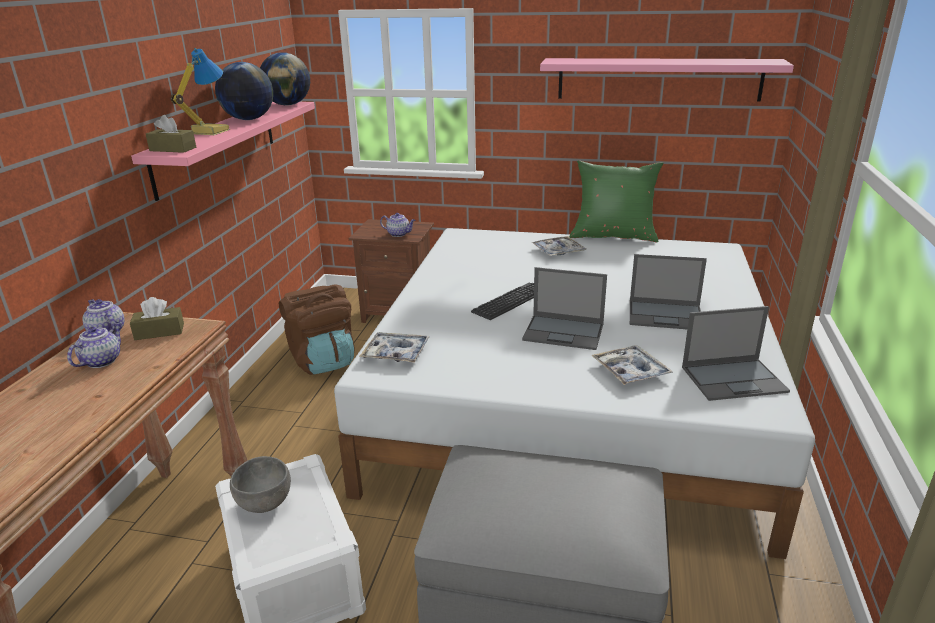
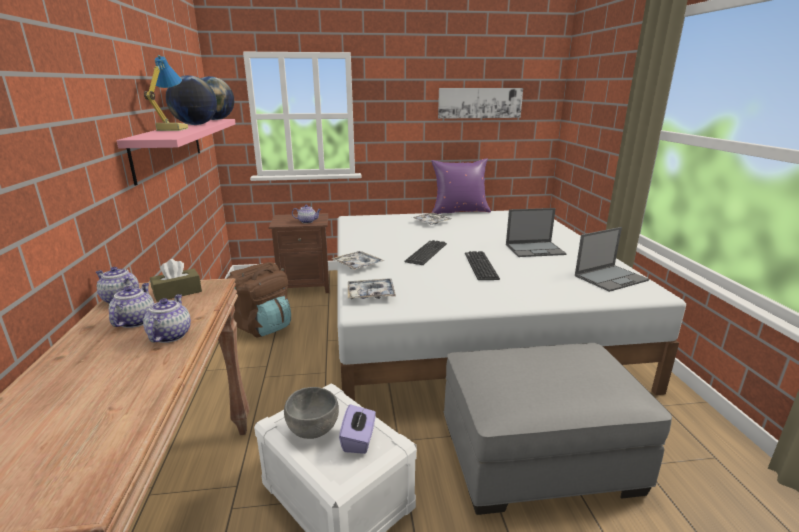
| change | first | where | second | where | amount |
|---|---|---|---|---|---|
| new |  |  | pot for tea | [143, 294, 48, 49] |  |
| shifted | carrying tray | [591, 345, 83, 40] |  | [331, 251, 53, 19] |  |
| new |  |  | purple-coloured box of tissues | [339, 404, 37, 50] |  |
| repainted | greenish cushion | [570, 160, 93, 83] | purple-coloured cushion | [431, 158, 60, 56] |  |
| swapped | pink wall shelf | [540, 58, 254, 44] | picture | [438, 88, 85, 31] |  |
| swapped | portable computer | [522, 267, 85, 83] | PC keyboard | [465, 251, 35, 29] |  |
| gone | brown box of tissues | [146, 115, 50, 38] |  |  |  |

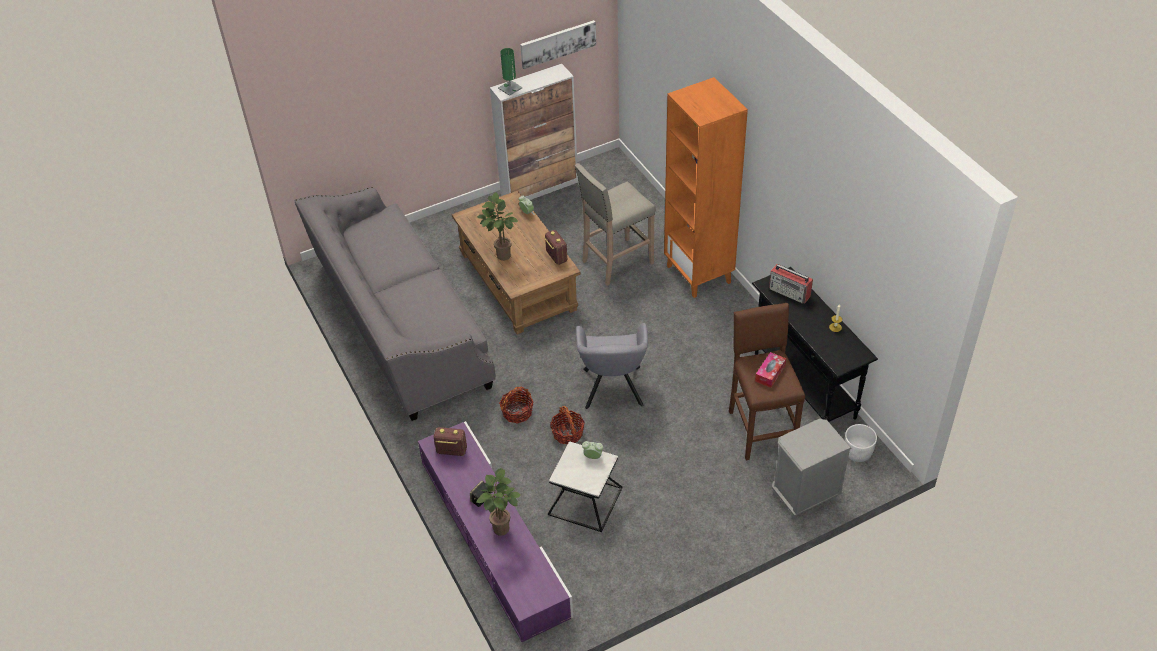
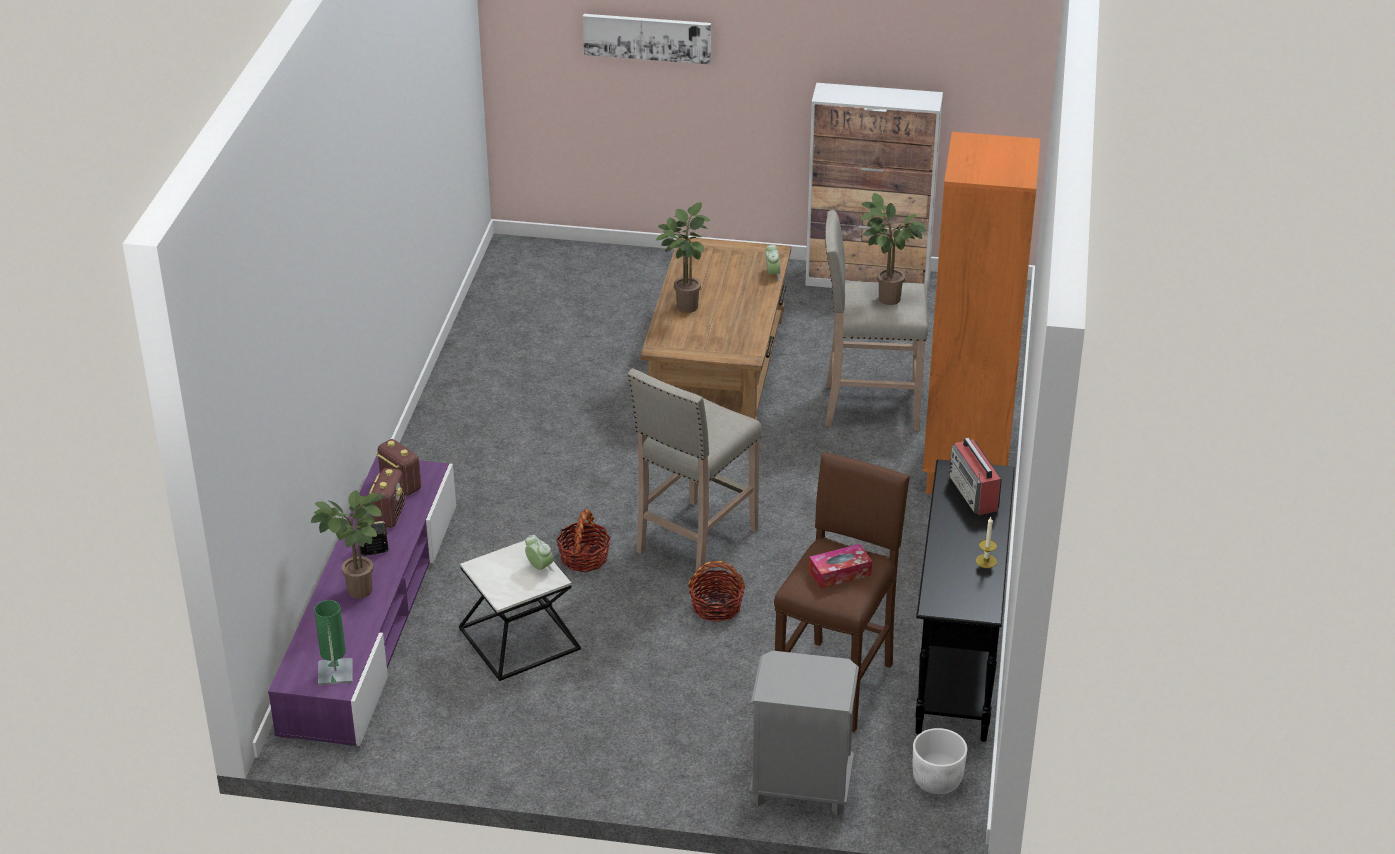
| change | first | where | second | where | amount |
|---|---|---|---|---|---|
| shifted | greenish table lamp | [498, 48, 24, 48] |  | [314, 600, 39, 85] |  |
| shifted | radio set | [544, 230, 23, 35] |  | [369, 468, 36, 60] |  |
| shifted | picture | [520, 20, 76, 49] |  | [583, 14, 128, 51] |  |
| swapped | greyish easy chair | [576, 323, 72, 86] | beige-coloured stool seat | [628, 368, 134, 211] |  |
| shifted | household basket | [499, 387, 34, 37] |  | [688, 561, 57, 61] |  |
| new |  |  | potted plant | [861, 193, 65, 112] |  |
| gone | greyish settee | [295, 187, 201, 234] |  |  |  |

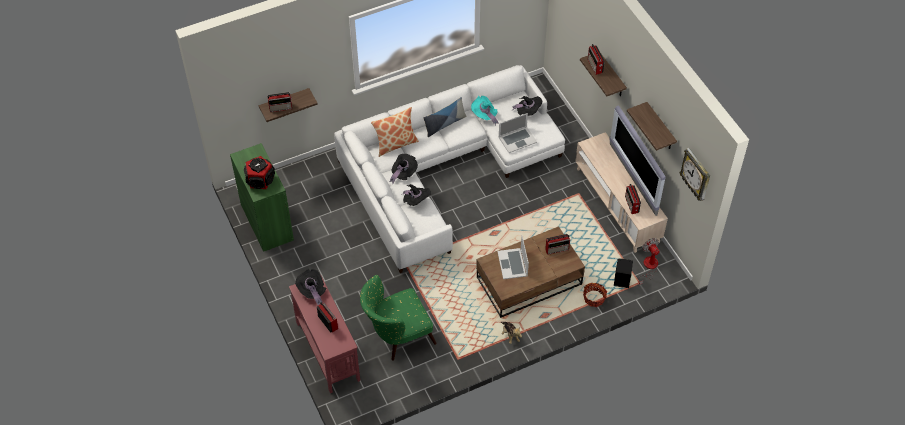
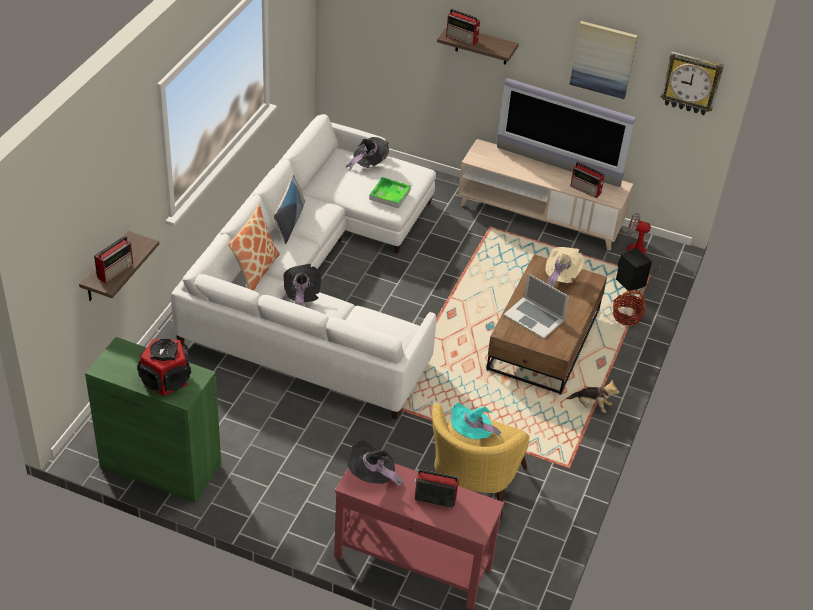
| change | first | where | second | where | amount |
|---|---|---|---|---|---|
| swapped | portable computer | [499, 113, 38, 40] | carrying tray | [369, 177, 42, 32] |  |
| repainted | greenish easy chair | [360, 275, 76, 86] | yellowish easy chair | [432, 403, 98, 117] |  |
| shifted | turquoise-coloured hat | [471, 96, 28, 30] |  | [451, 403, 51, 37] |  |
| swapped | radio set | [545, 234, 25, 21] | beige-coloured hat | [545, 247, 40, 40] |  |
| swapped | wall shelf | [627, 102, 50, 49] | picture | [570, 21, 68, 78] |  |
| gone | blackish hat | [401, 184, 30, 22] |  |  |  |

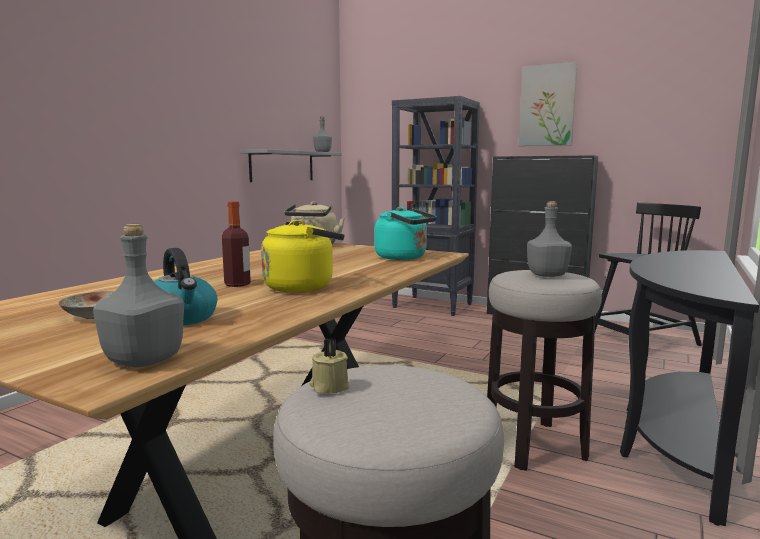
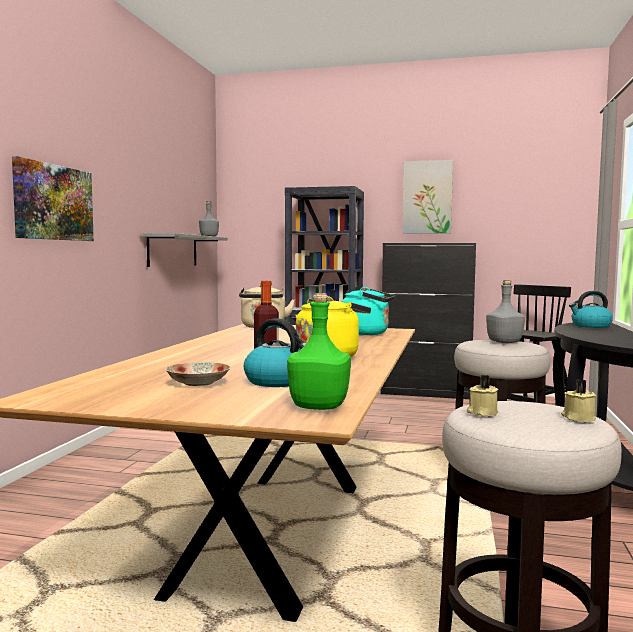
| change | first | where | second | where | amount |
|---|---|---|---|---|---|
| new |  |  | picture | [12, 156, 82, 85] |  |
| repainted | greyish bottle | [93, 224, 91, 143] | greenish bottle | [287, 293, 64, 117] |  |
| new |  |  | beige-coloured wax candle | [561, 379, 35, 43] |  |
| new |  |  | kettle | [569, 291, 44, 37] |  |

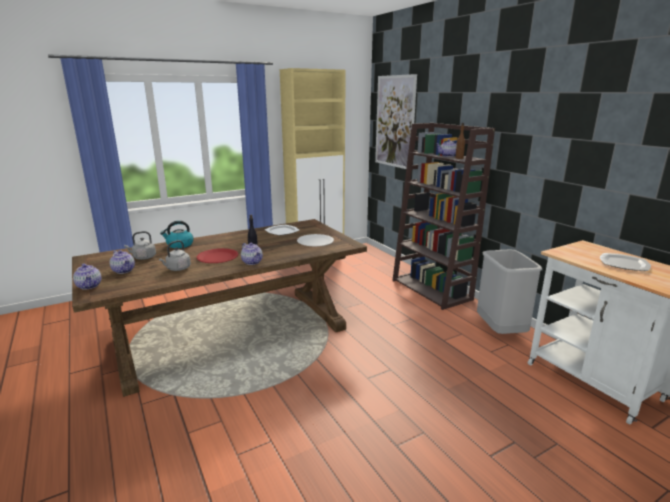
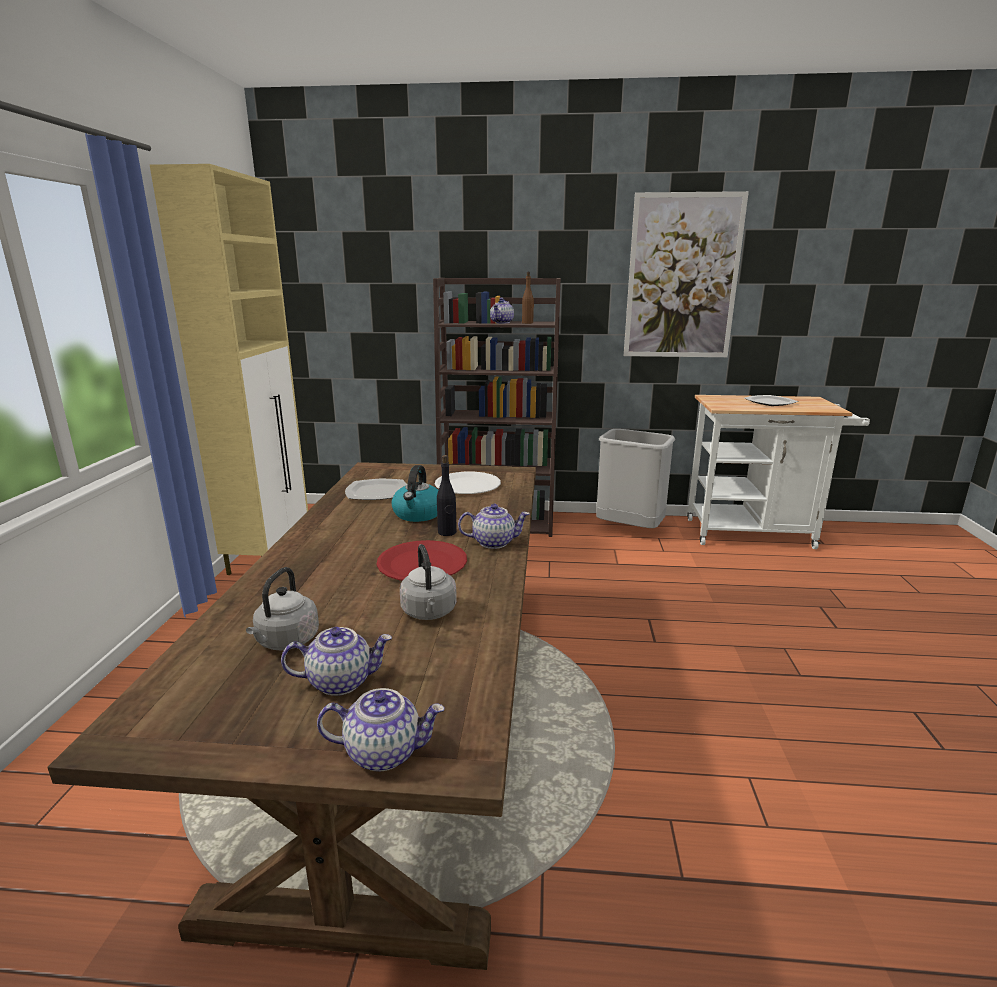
| change | first | where | second | where | amount |
|---|---|---|---|---|---|
| shifted | kettle | [160, 221, 33, 27] |  | [391, 465, 47, 57] |  |
| shifted | picture | [375, 74, 42, 95] |  | [624, 191, 125, 166] |  |

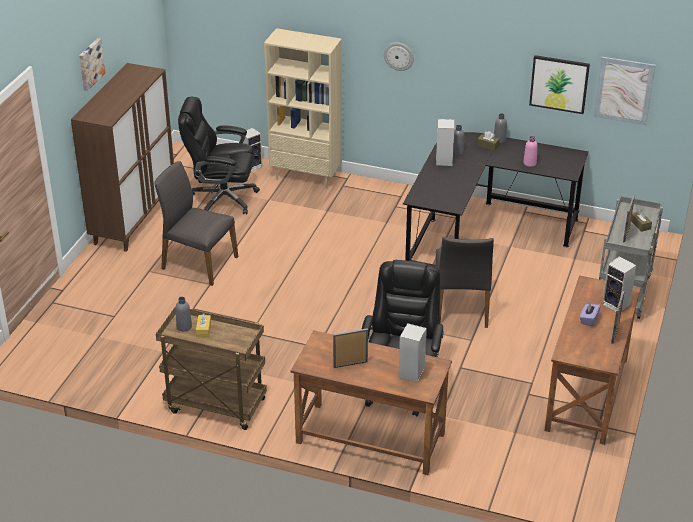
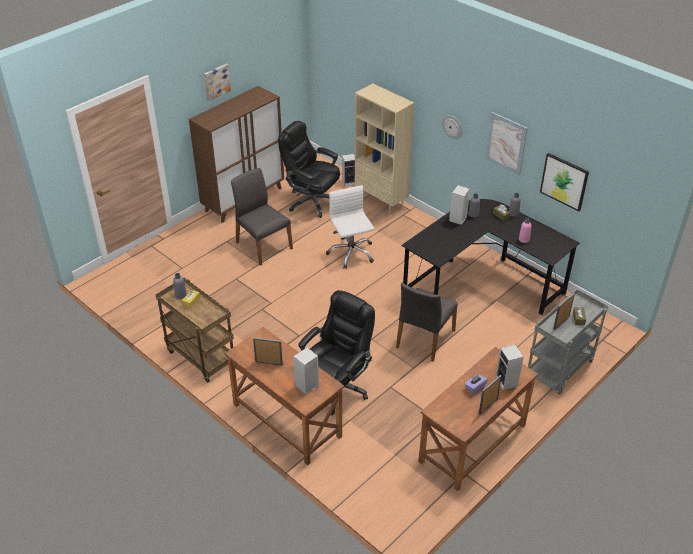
| change | first | where | second | where | amount |
|---|---|---|---|---|---|
| new |  |  | white-coloured computer chair | [326, 185, 49, 84] |  |
| shifted | picture | [594, 57, 62, 68] |  | [485, 112, 43, 63] |  |

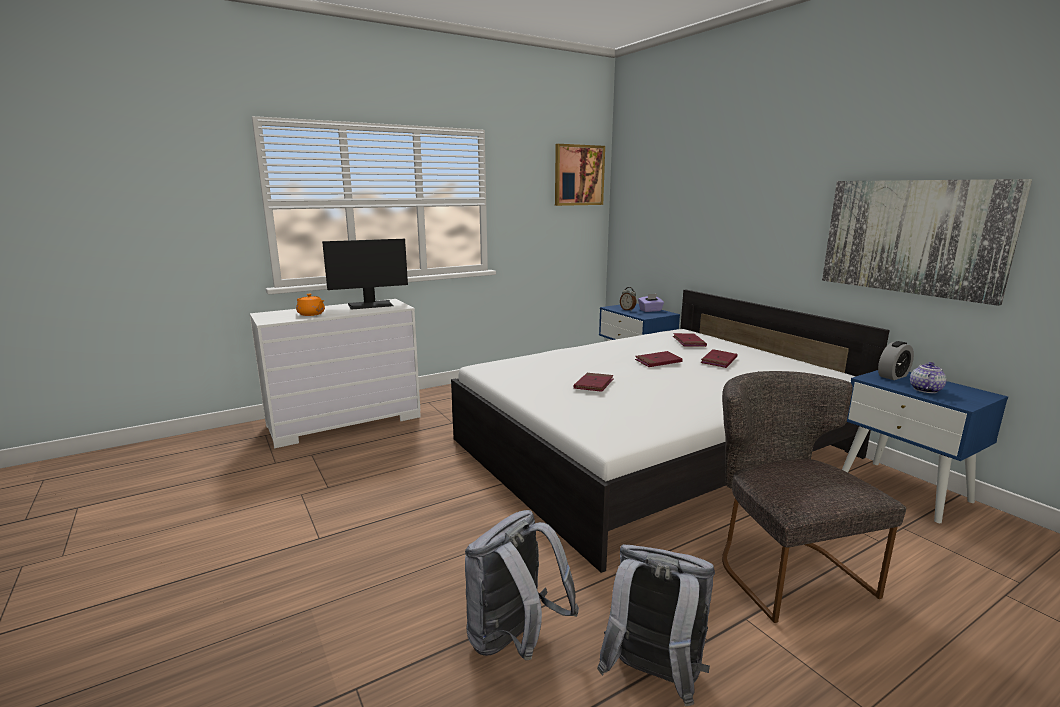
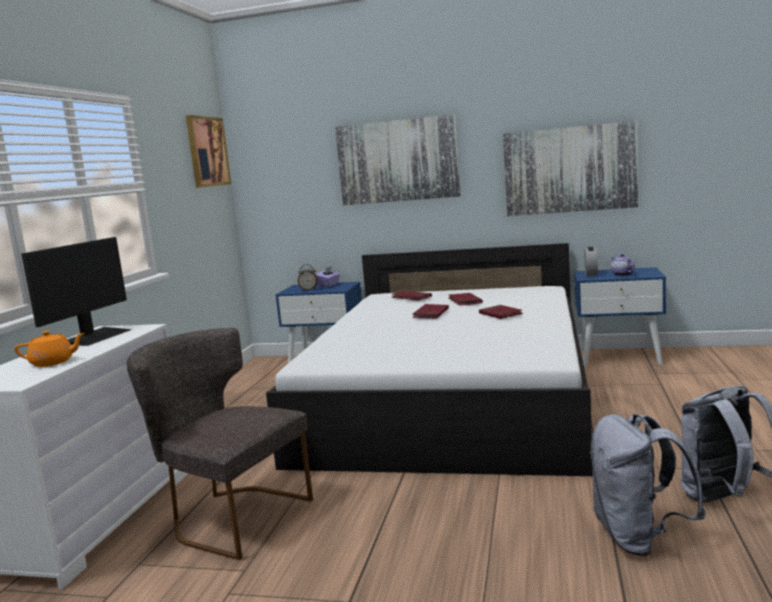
| change | first | where | second | where | amount |
|---|---|---|---|---|---|
| shifted | greyish chair | [722, 371, 184, 252] |  | [127, 328, 186, 232] |  |
| new |  |  | picture | [335, 114, 126, 91] |  |
| shifted | reddish volume | [574, 373, 40, 19] |  | [479, 305, 44, 14] |  |

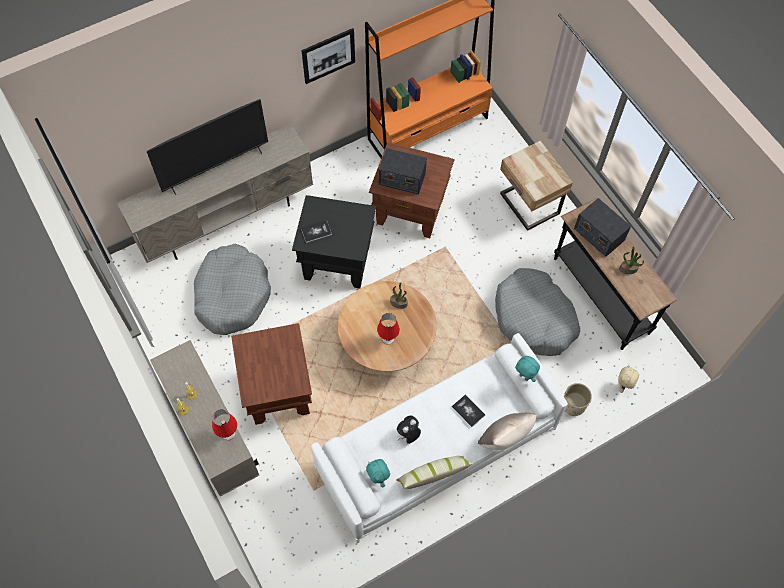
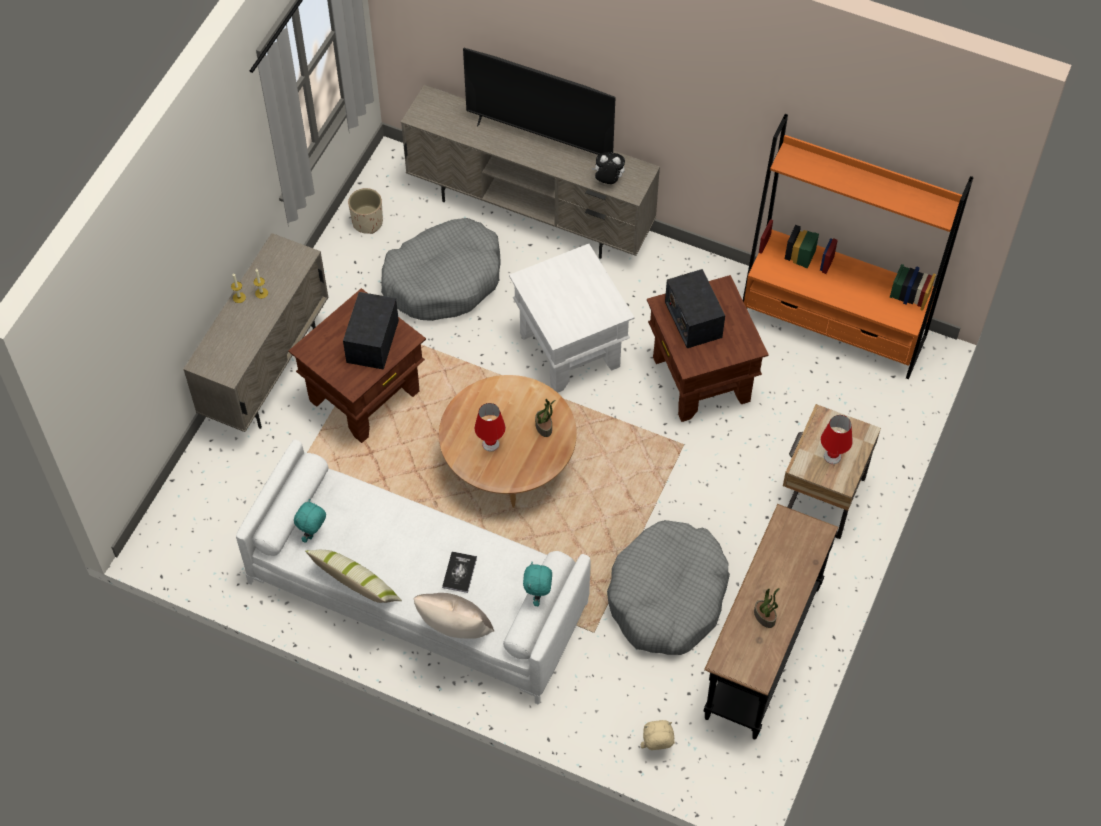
| change | first | where | second | where | amount |
|---|---|---|---|---|---|
| shifted | radio set | [574, 198, 57, 58] |  | [343, 292, 56, 78] |  |
| shifted | beige-coloured plant pot | [564, 383, 28, 33] |  | [348, 188, 35, 46] |  |
| repainted | blackish end table | [292, 195, 84, 93] | white-coloured end table | [509, 244, 125, 149] |  |
| shifted | plush toy | [397, 416, 24, 28] |  | [592, 152, 33, 32] |  |
| shifted | reddish table lamp | [212, 409, 25, 31] |  | [821, 415, 32, 49] |  |
| gone | picture | [301, 28, 54, 56] |  |  |  |
| gone | volume | [301, 220, 31, 23] |  |  |  |

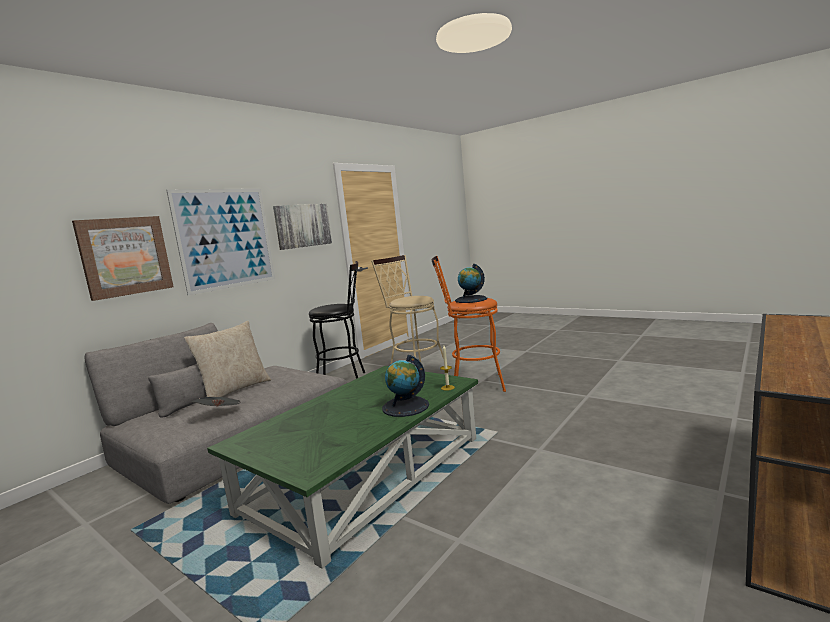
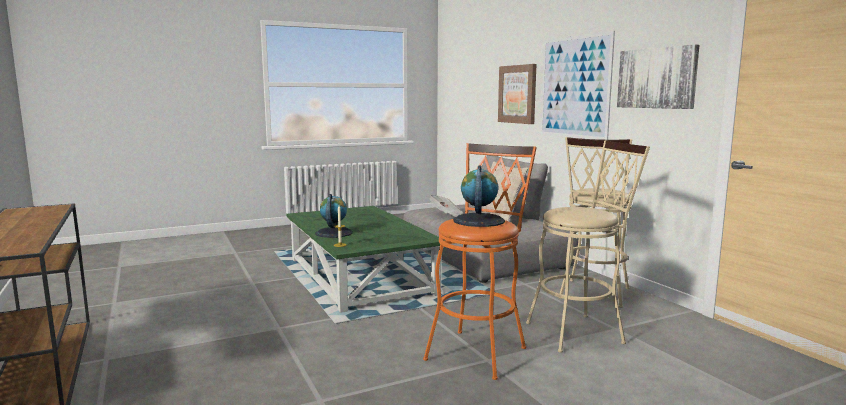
| change | first | where | second | where | amount |
|---|---|---|---|---|---|
| repainted | blackish stool seat | [309, 261, 56, 118] | beige-coloured stool seat | [558, 137, 74, 171] |  |

